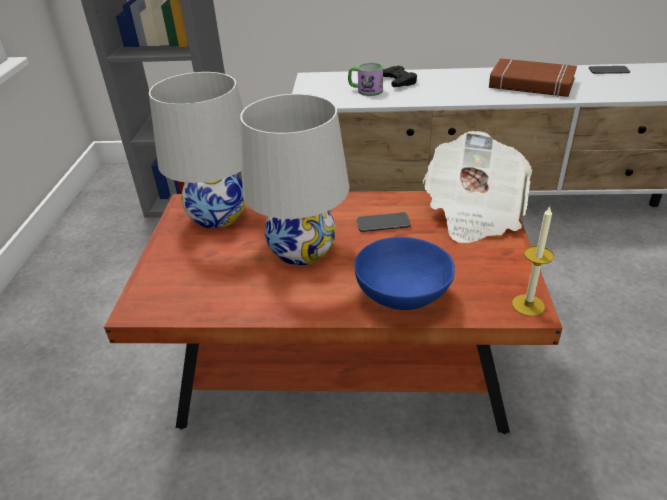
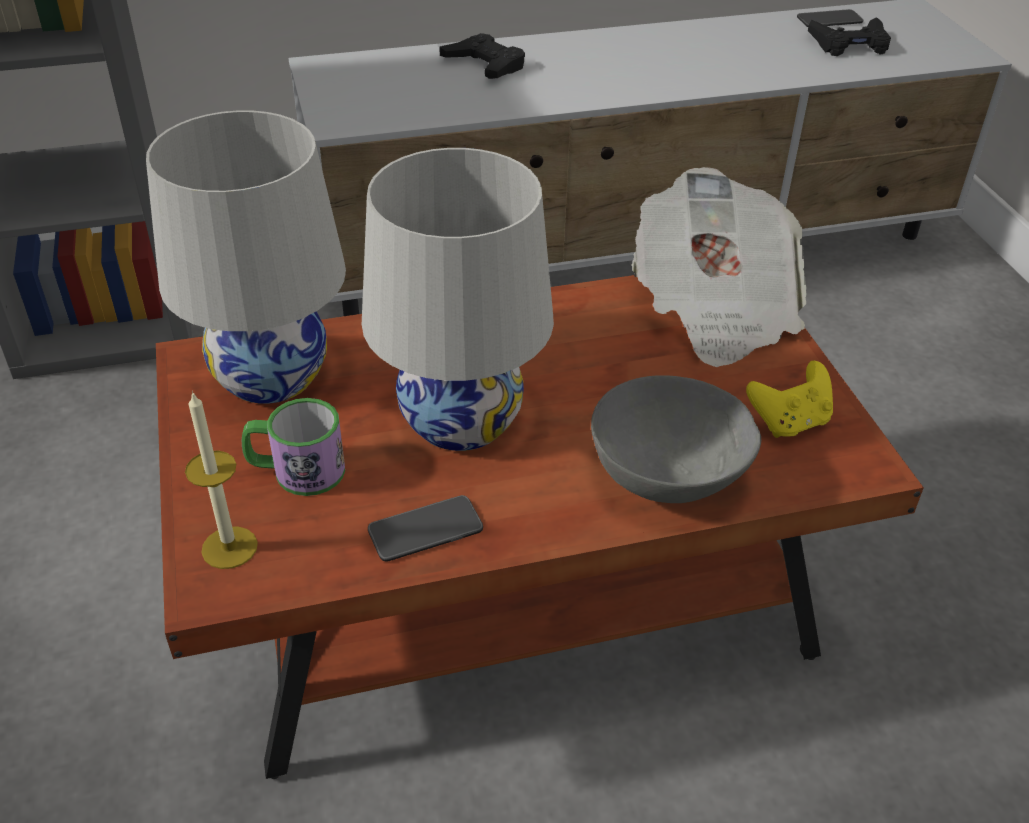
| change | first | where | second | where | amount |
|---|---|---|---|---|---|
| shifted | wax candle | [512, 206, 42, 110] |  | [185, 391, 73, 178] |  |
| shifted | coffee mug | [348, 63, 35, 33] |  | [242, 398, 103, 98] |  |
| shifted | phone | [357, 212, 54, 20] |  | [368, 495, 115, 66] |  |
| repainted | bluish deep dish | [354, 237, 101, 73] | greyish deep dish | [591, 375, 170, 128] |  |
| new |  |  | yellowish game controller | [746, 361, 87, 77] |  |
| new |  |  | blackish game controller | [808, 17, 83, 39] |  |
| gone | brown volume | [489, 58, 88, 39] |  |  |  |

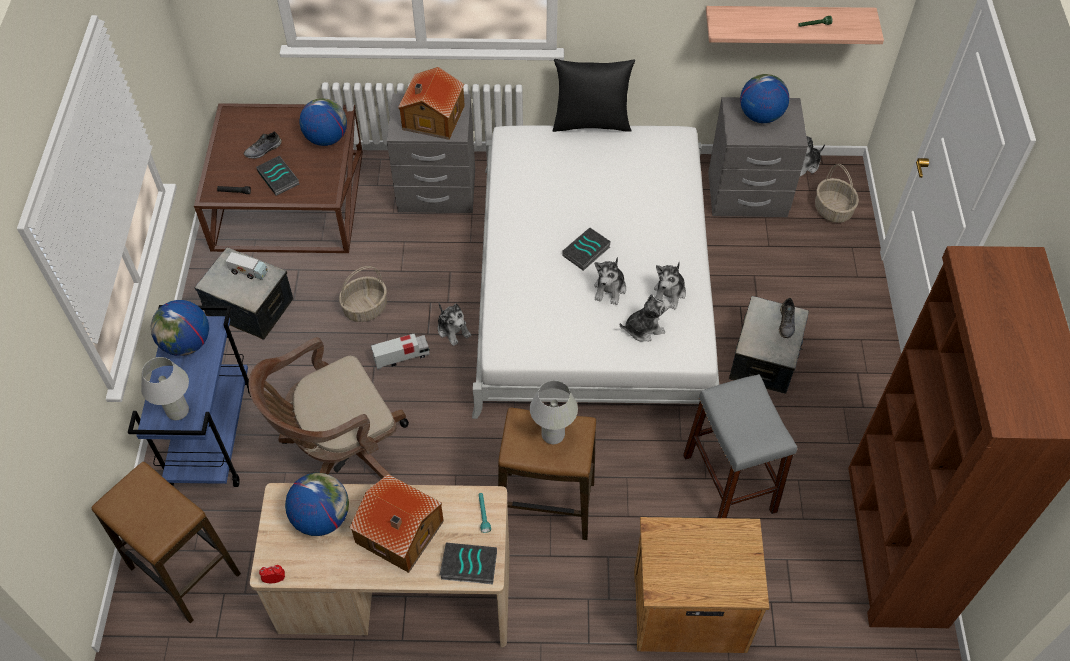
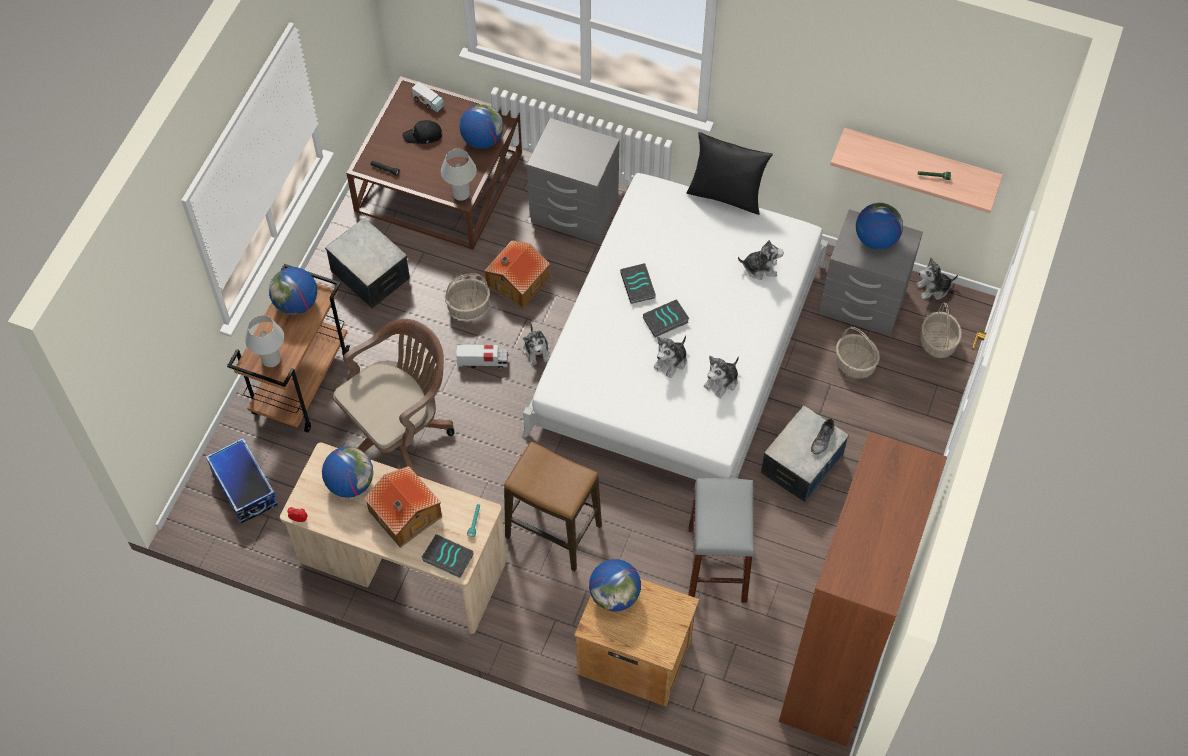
| change | first | where | second | where | amount |
|---|---|---|---|---|---|
| swapped | stool seat | [92, 462, 149, 161] | storage container | [205, 438, 73, 86] |  |
| repainted | bluish cart | [128, 305, 123, 182] | brown cart | [227, 264, 123, 169] |  |
| rotated | brown computer chair | [249, 337, 160, 142] |  | [333, 319, 122, 155] | 150 degrees clockwise |
| swapped | greyish item of footwear | [244, 132, 38, 27] | blackish baseball cap | [402, 120, 40, 24] |  |
| shifted | model truck | [226, 252, 42, 28] |  | [412, 82, 32, 30] |  |
| shifted | white-coloured table lamp | [530, 380, 48, 64] |  | [441, 149, 36, 52] |  |
| shifted | model house | [398, 67, 67, 73] |  | [484, 240, 66, 69] |  |
| new |  |  | world globe | [589, 559, 52, 53] |  |
| shifted | volume | [256, 155, 43, 41] |  | [620, 263, 36, 41] |  |
| shifted | plush toy | [620, 294, 50, 48] |  | [738, 240, 46, 40] |  |
| new |  |  | household basket | [836, 327, 44, 52] |  |

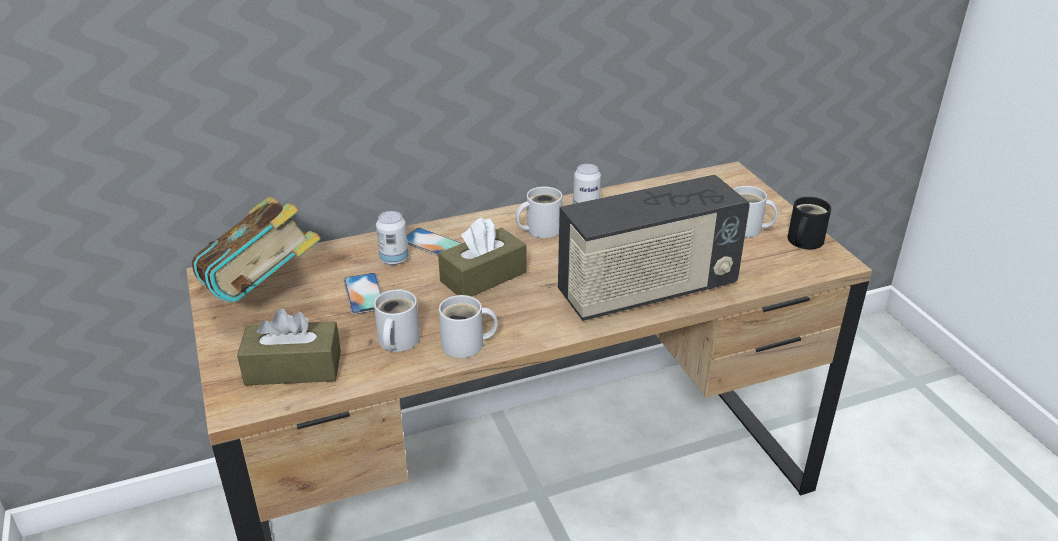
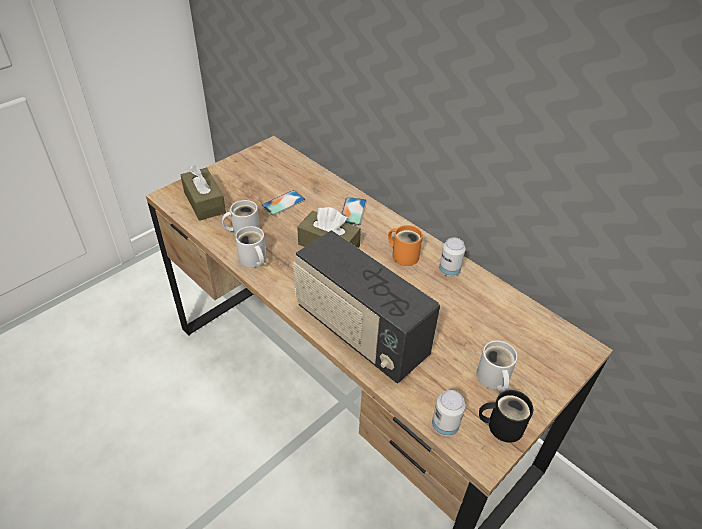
| change | first | where | second | where | amount |
|---|---|---|---|---|---|
| repainted | white-coloured coffee mug | [515, 187, 47, 51] | orangey coffee mug | [388, 225, 35, 41] |  |
| shifted | sealed can | [376, 211, 32, 54] |  | [432, 390, 33, 46] |  |
| gone | volume | [192, 197, 129, 106] |  |  |  |

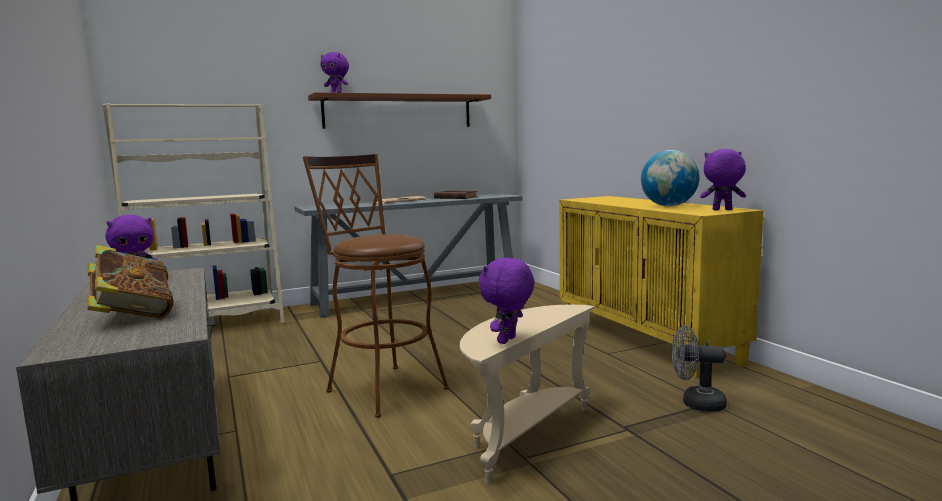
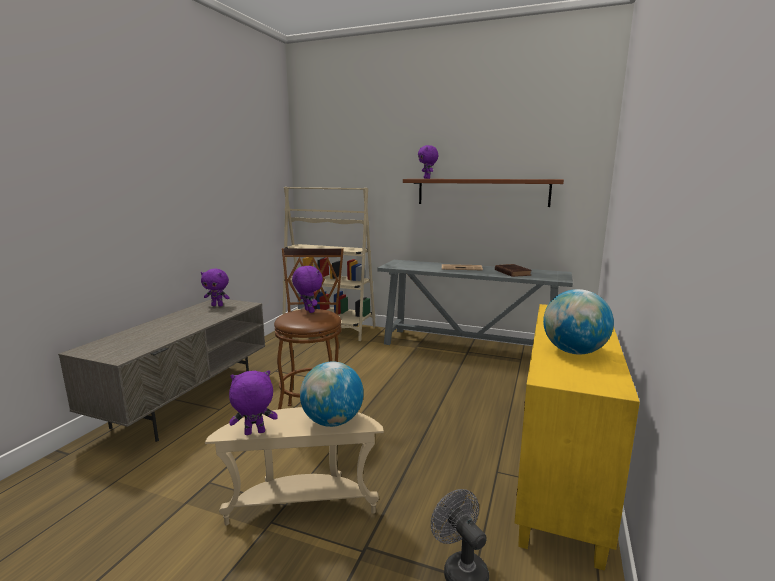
| change | first | where | second | where | amount |
|---|---|---|---|---|---|
| shifted | purple-coloured plush toy | [700, 149, 46, 61] |  | [292, 266, 31, 47] |  |
| new |  |  | world globe | [300, 362, 64, 65] |  |
| gone | volume | [87, 245, 87, 73] |  |  |  |

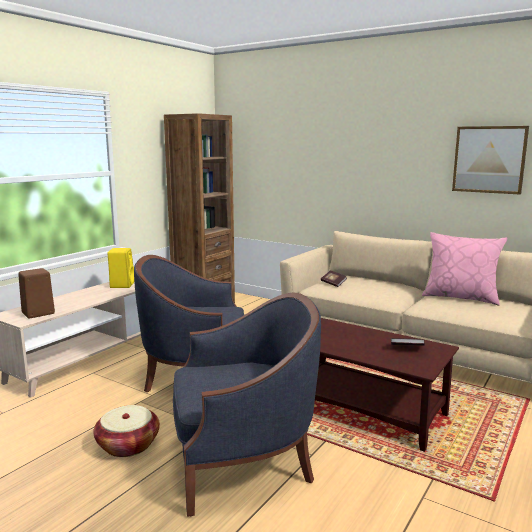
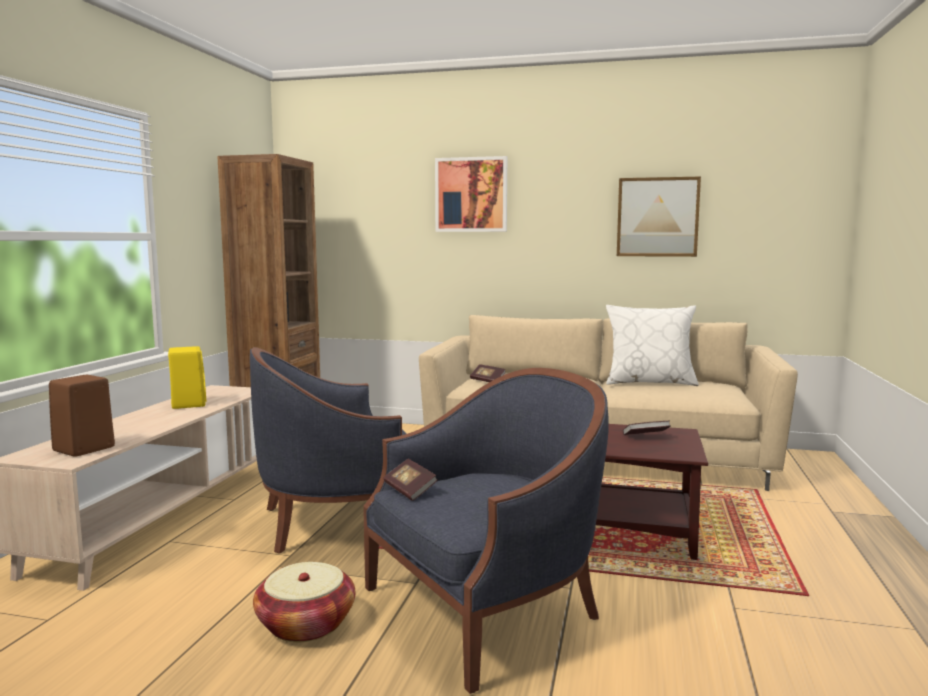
| change | first | where | second | where | amount |
|---|---|---|---|---|---|
| new |  |  | volume | [383, 459, 55, 42] |  |
| new |  |  | picture | [435, 156, 72, 76] |  |
| repainted | pink cushion | [422, 232, 85, 73] | white-coloured cushion | [606, 305, 93, 81] |  |

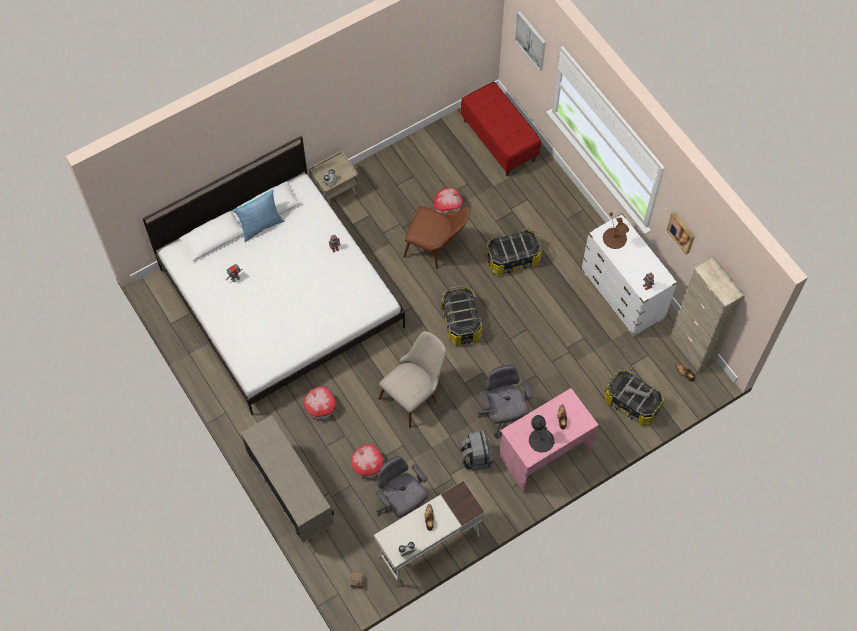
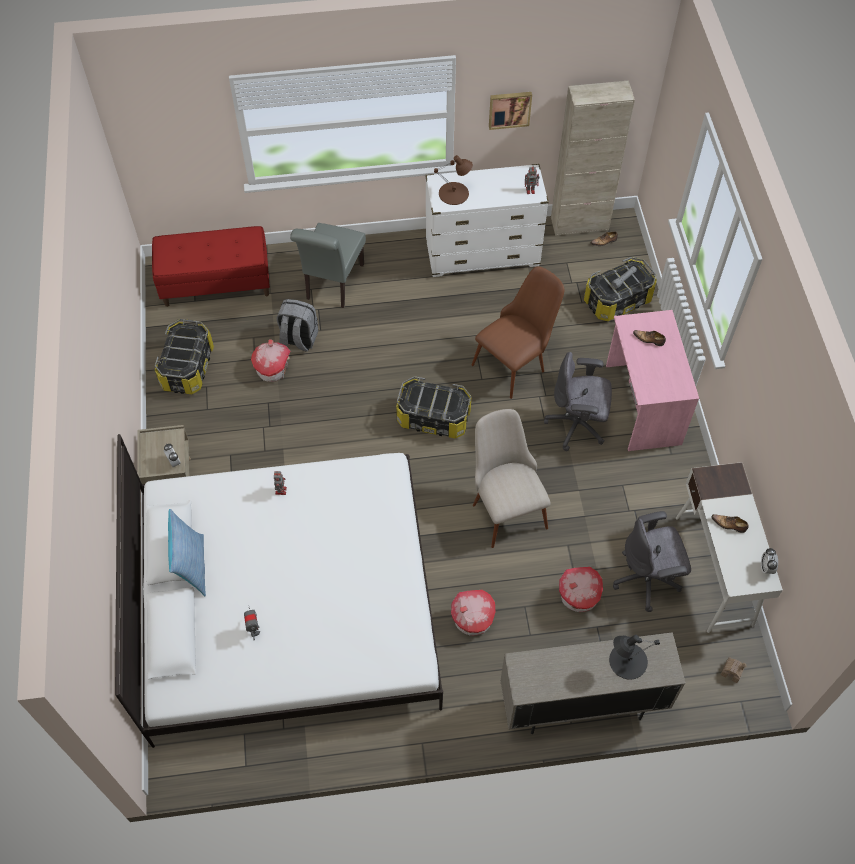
| change | first | where | second | where | amount |
|---|---|---|---|---|---|
| shifted | storage container | [485, 228, 57, 47] |  | [155, 319, 59, 75] |  |
| shifted | greyish backpack | [460, 431, 33, 40] |  | [277, 299, 41, 53] |  |
| new |  |  | greyish chair | [290, 223, 76, 85] |  |
| shifted | brown chair | [404, 206, 66, 63] |  | [472, 266, 92, 133] |  |
| shifted | blackish table lamp | [529, 415, 26, 38] |  | [609, 635, 51, 45] |  |
| gone | picture | [515, 11, 31, 60] |  |  |  |

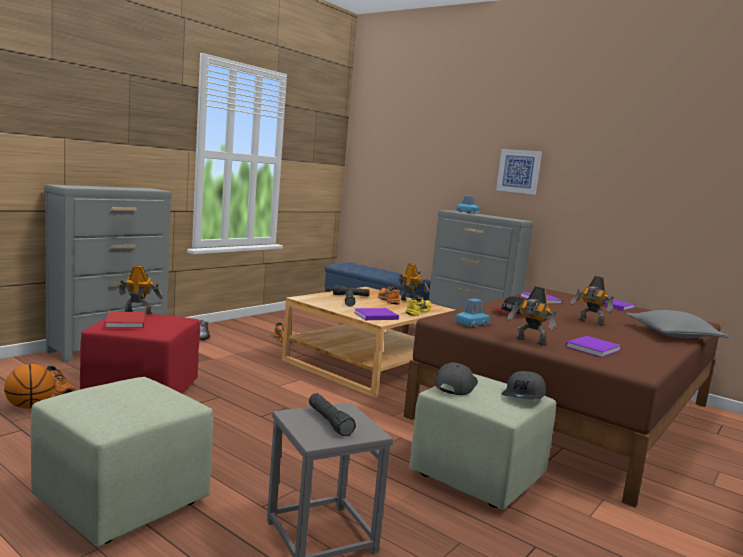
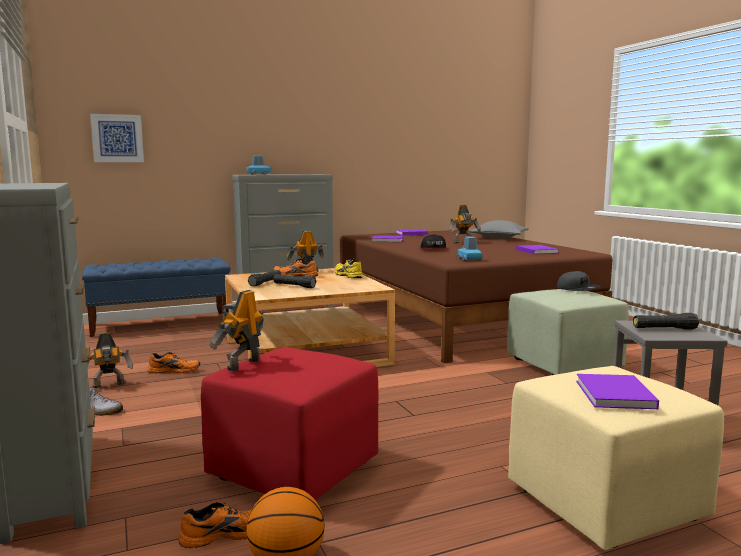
| change | first | where | second | where | amount |
|---|---|---|---|---|---|
| shifted | toy robot | [507, 286, 50, 59] |  | [87, 333, 46, 55] |  |
| shifted | picture | [496, 149, 46, 46] |  | [90, 114, 54, 48] |  |
| repainted | greenish footrest | [30, 377, 183, 169] | beige-coloured footrest | [508, 366, 216, 184] |  |
| shifted | purple-coloured volume | [354, 308, 45, 12] |  | [576, 374, 83, 35] |  |
| gone | reddish volume | [105, 312, 40, 16] |  |  |  |
| gone | greyish baseball cap | [435, 362, 43, 33] |  |  |  |

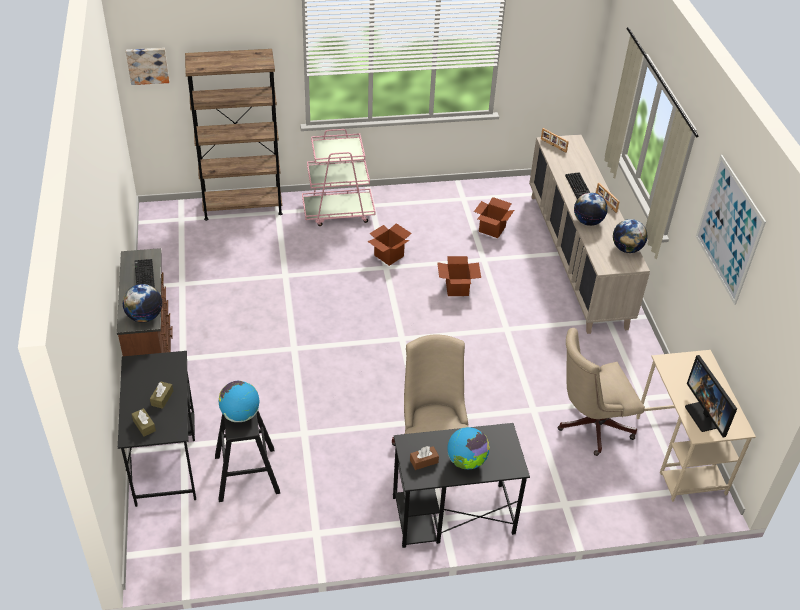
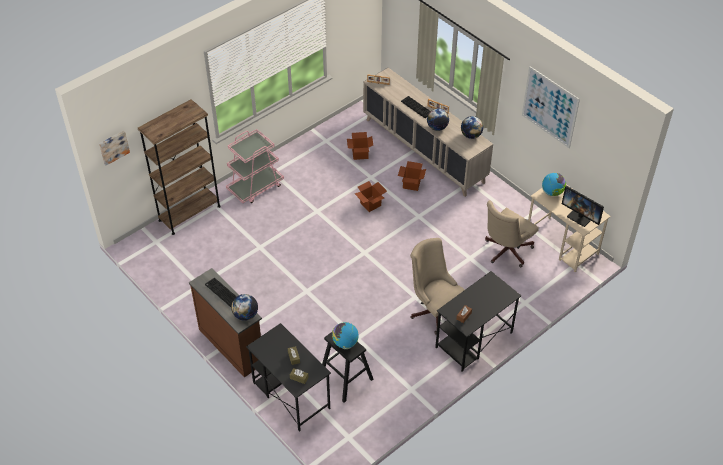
| change | first | where | second | where | amount |
|---|---|---|---|---|---|
| shifted | cardboard box | [367, 223, 45, 43] |  | [398, 161, 28, 30] |  |
| shifted | world globe | [447, 427, 43, 42] |  | [542, 173, 24, 23] |  |

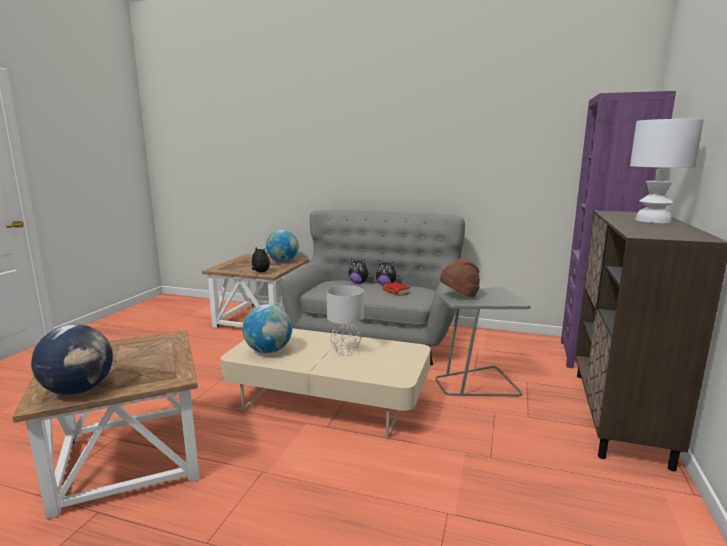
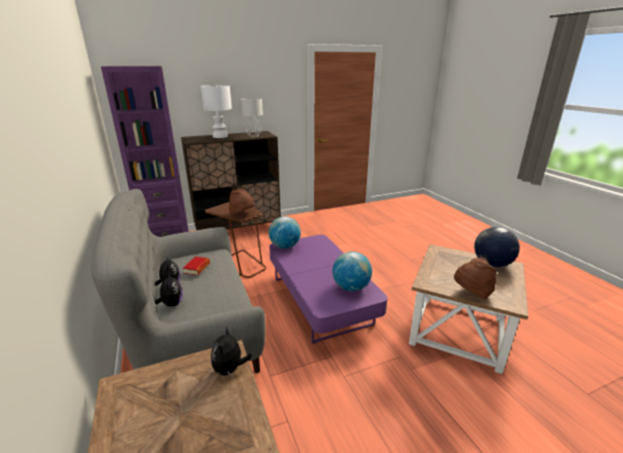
| change | first | where | second | where | amount |
|---|---|---|---|---|---|
| repainted | greyish end table | [436, 287, 95, 109] | brown end table | [205, 202, 61, 76] |  |
| shifted | greyish table lamp | [326, 285, 38, 71] |  | [241, 98, 22, 39] |  |
| shifted | world globe | [266, 230, 33, 32] |  | [269, 216, 32, 33] |  |
| repainted | beige-coloured coffee table | [221, 328, 209, 110] | purple-coloured coffee table | [269, 235, 118, 109] |  |
| new |  |  | brown hat | [454, 258, 43, 41] |  |

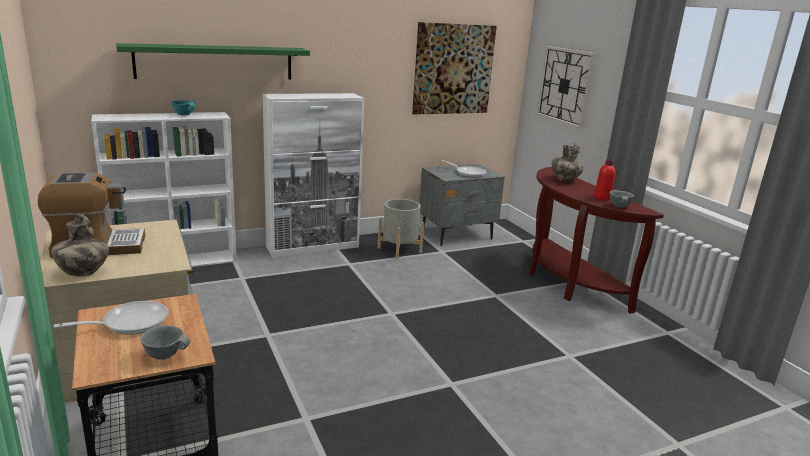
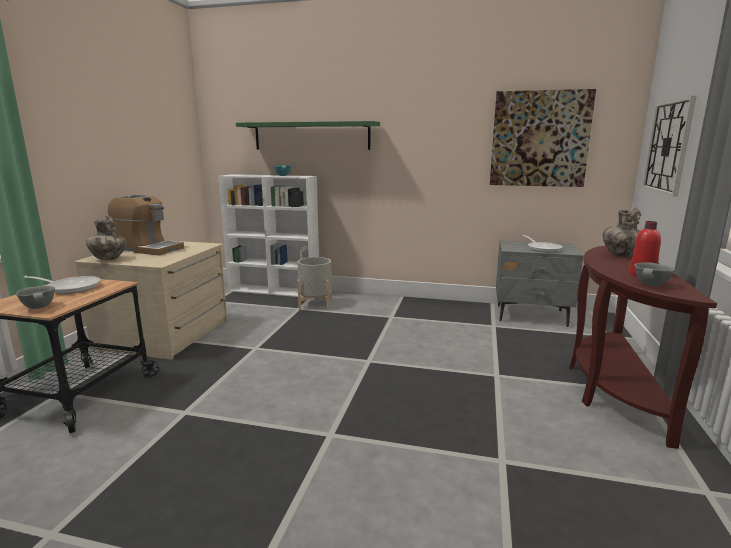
| change | first | where | second | where | amount |
|---|---|---|---|---|---|
| shifted | greyish plant pot | [378, 199, 46, 60] |  | [297, 257, 35, 53] |  |
| gone | white-coloured cupboard | [263, 93, 102, 165] |  |  |  |

